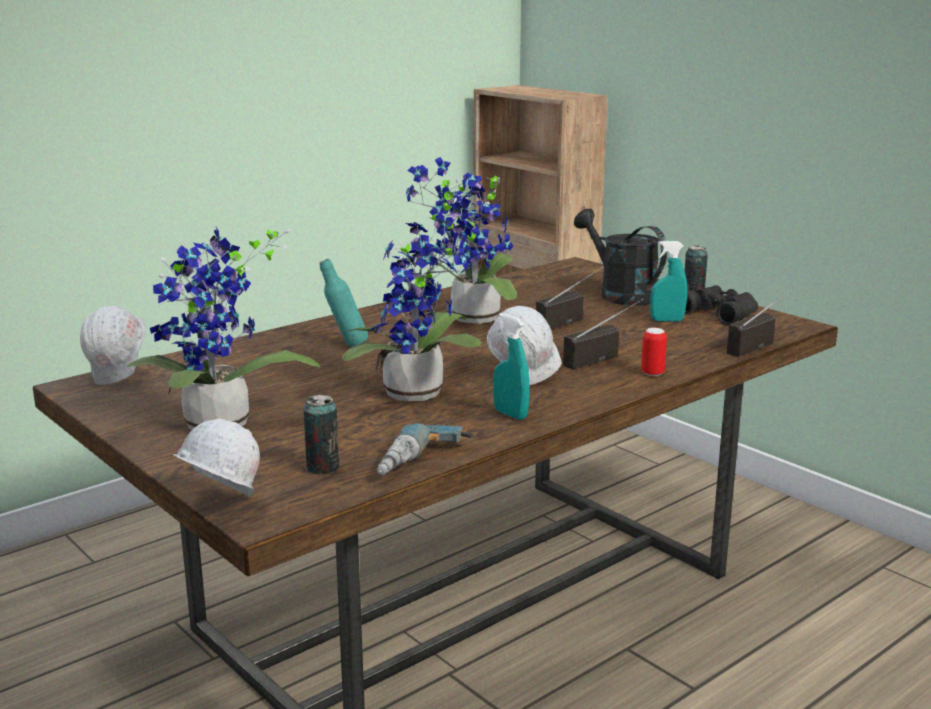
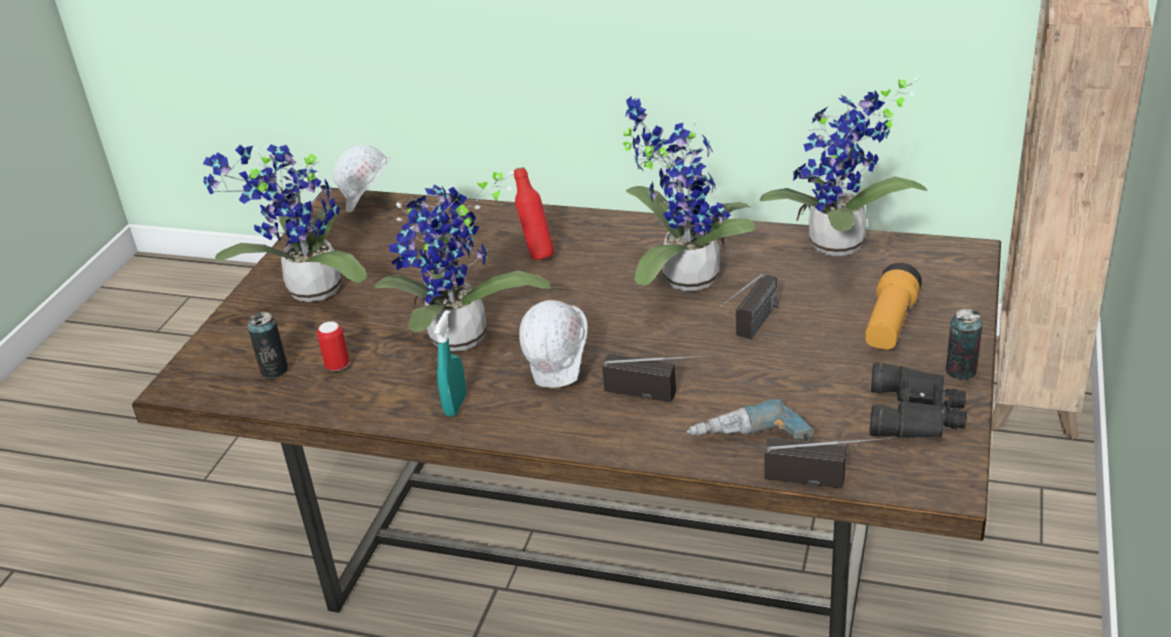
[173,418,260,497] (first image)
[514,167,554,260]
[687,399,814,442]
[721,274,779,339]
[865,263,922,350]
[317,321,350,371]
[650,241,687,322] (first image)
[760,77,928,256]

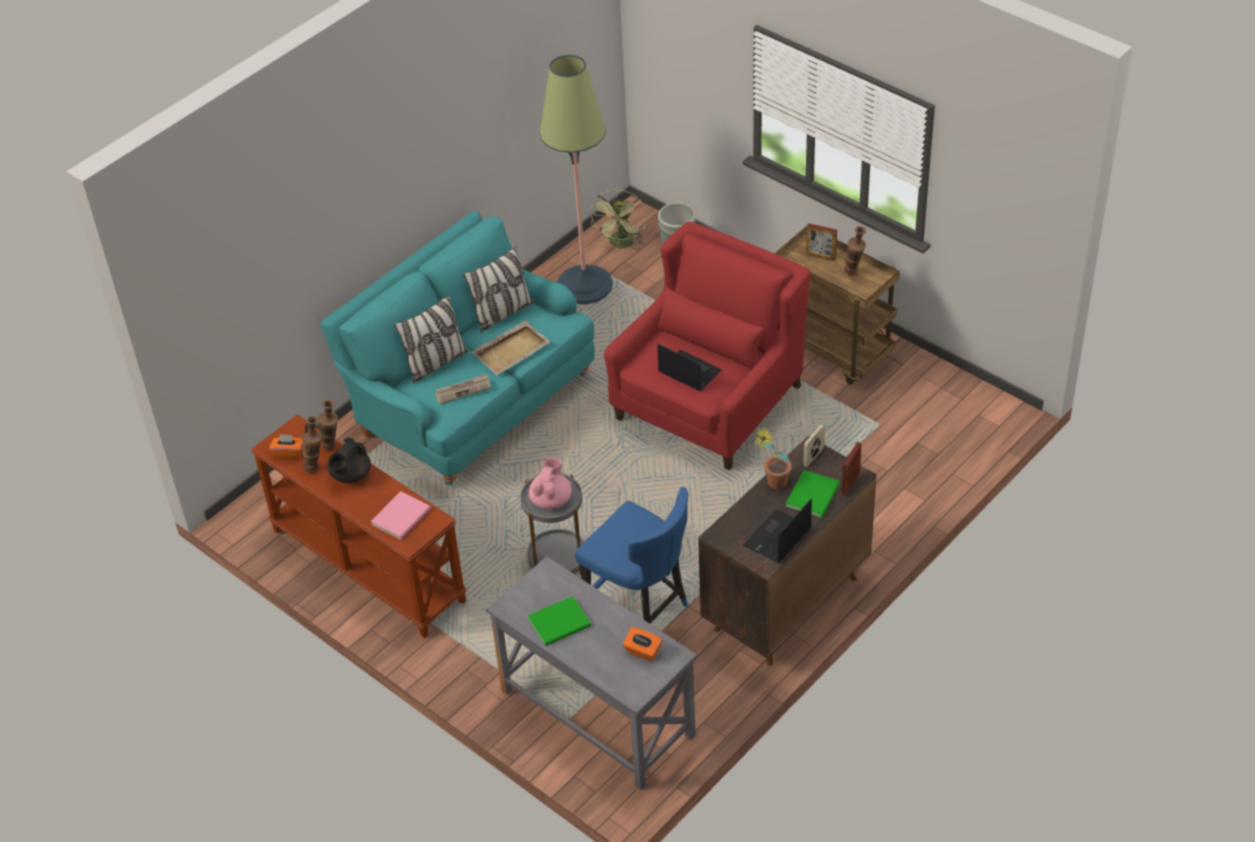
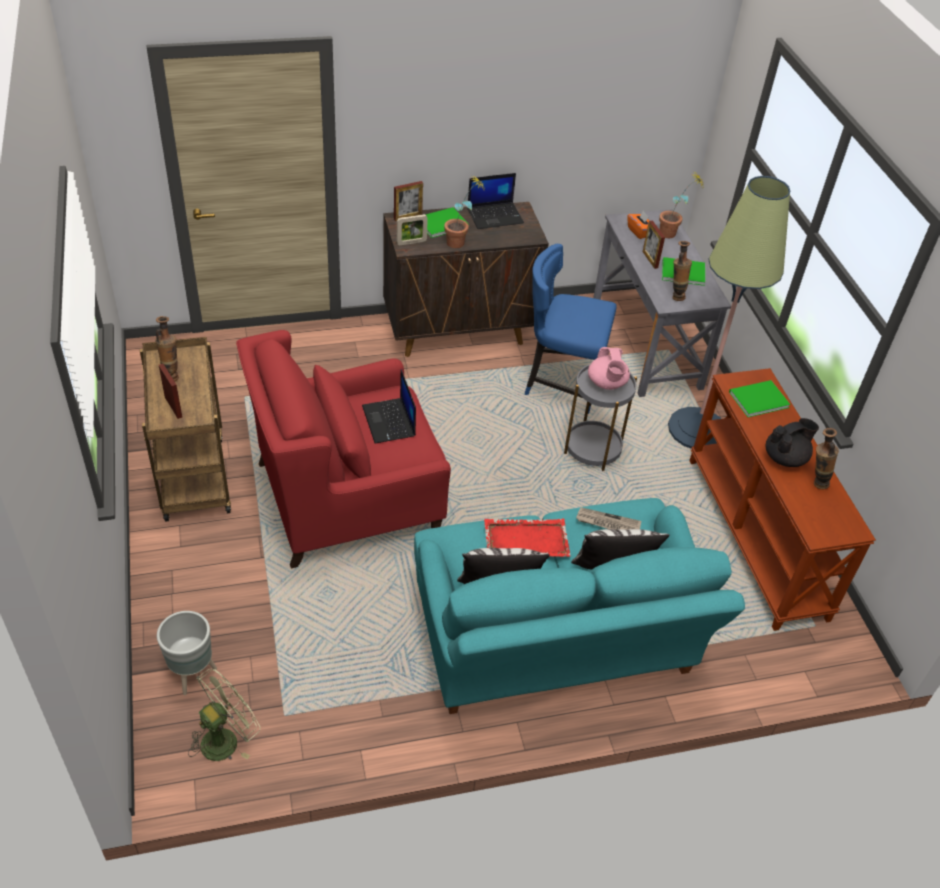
[269,434,303,460] (first image)
[672,241,692,301]
[729,380,790,417]
[484,518,571,557]
[588,347,630,390]
[668,176,790,449]
[525,244,617,414]
[643,221,665,269]
[659,174,704,238]

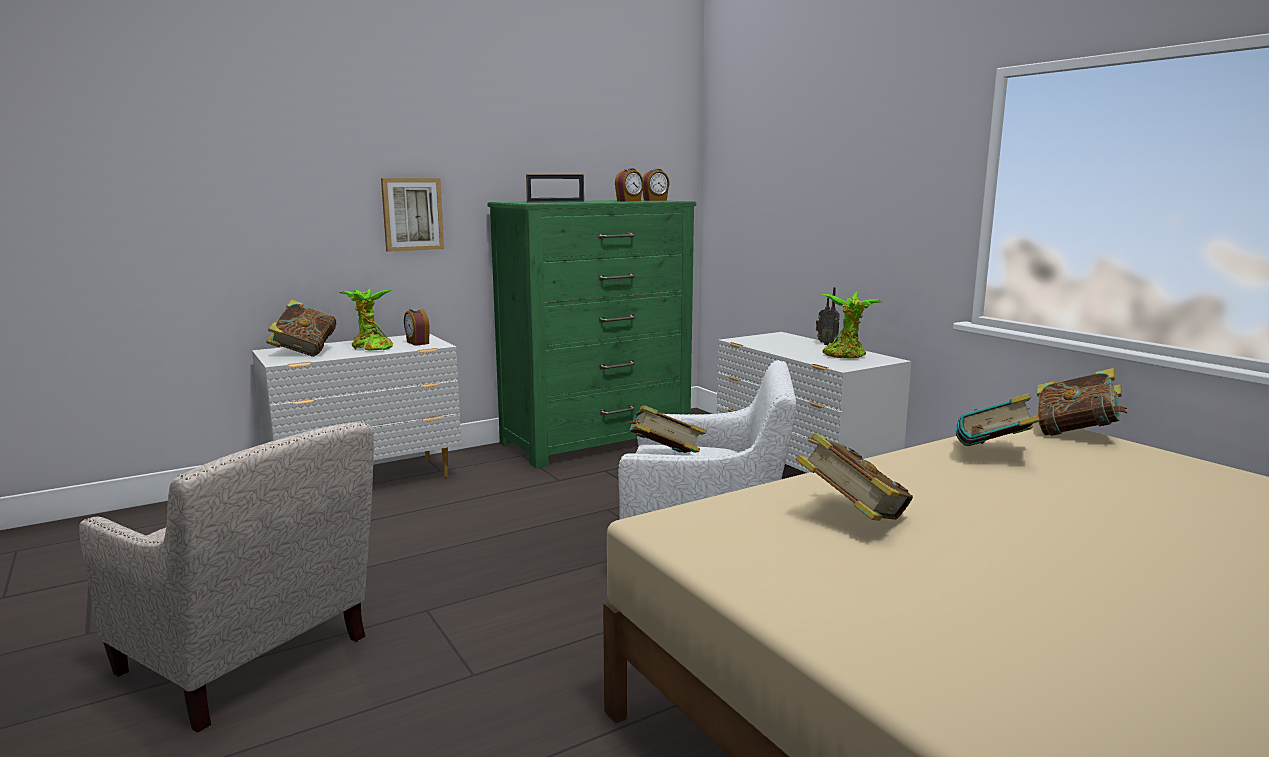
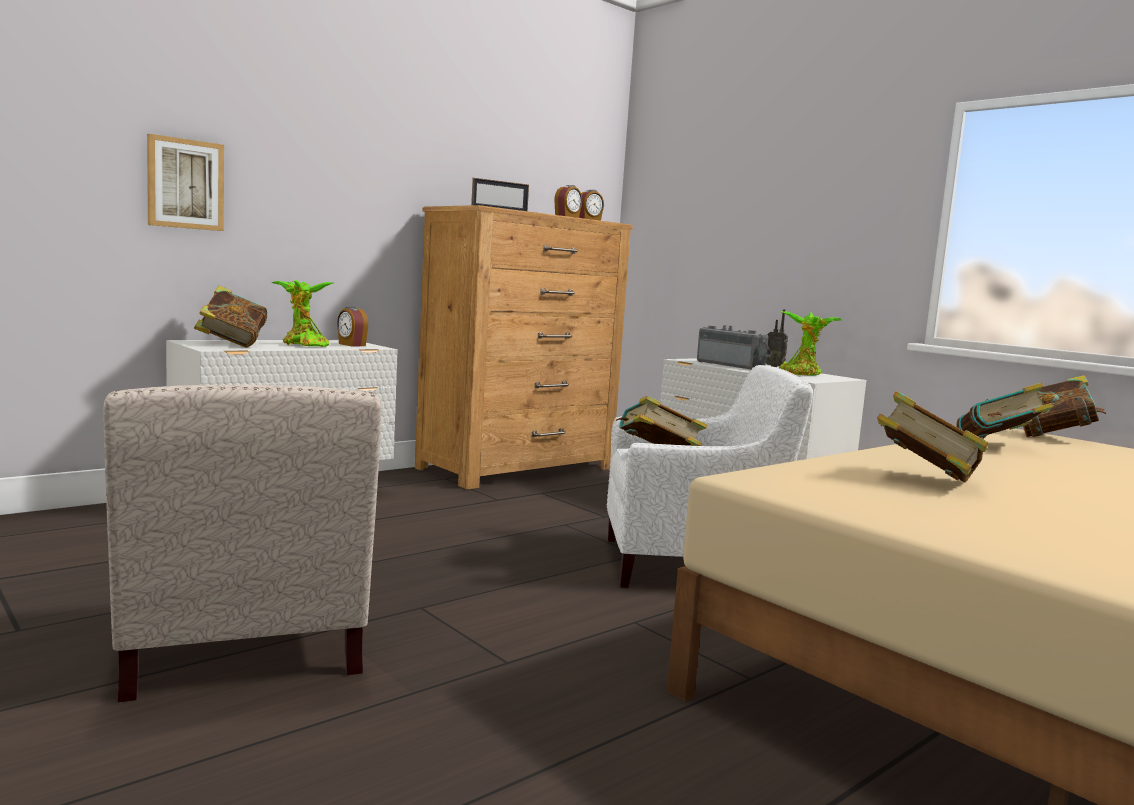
[103,385,382,702]
[147,134,224,231]
[415,205,633,490]
[697,325,772,370]

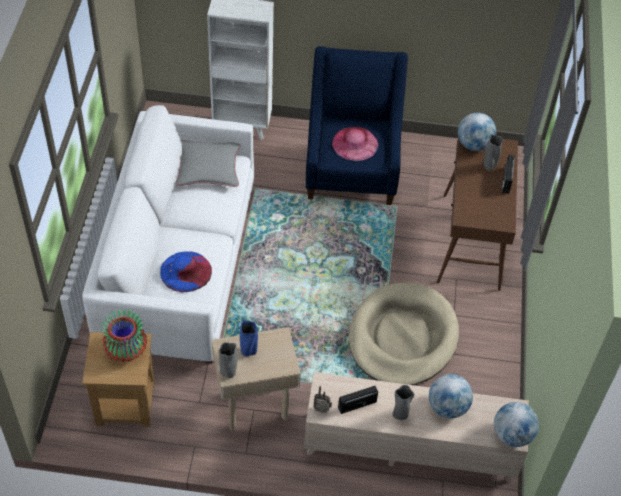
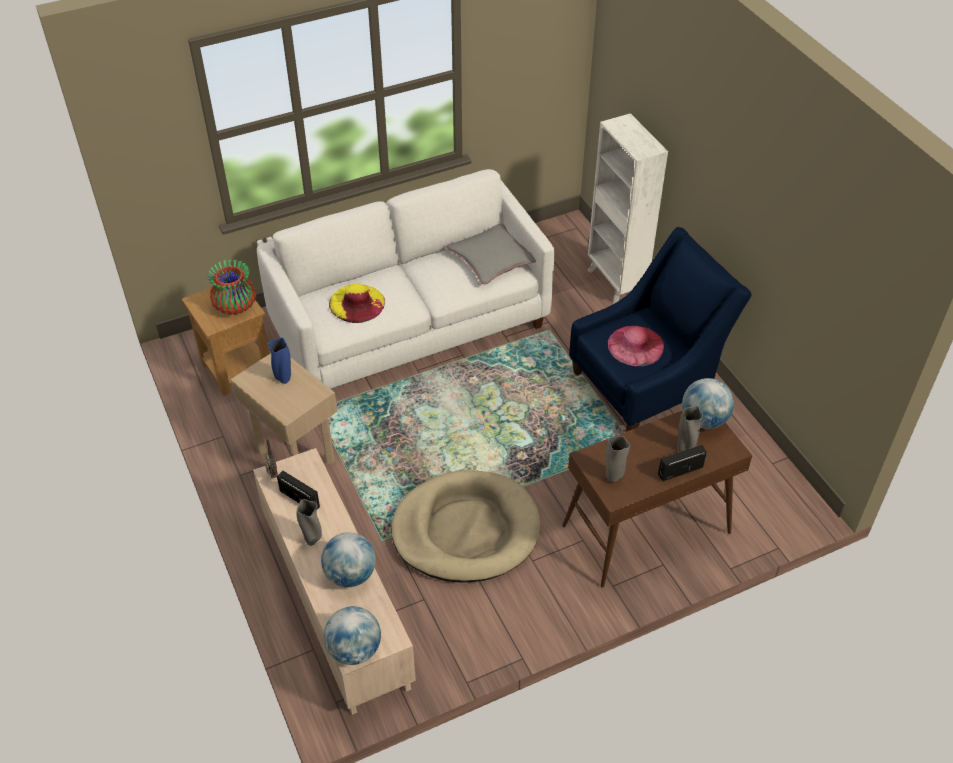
[329,284,385,323]
[606,436,630,482]

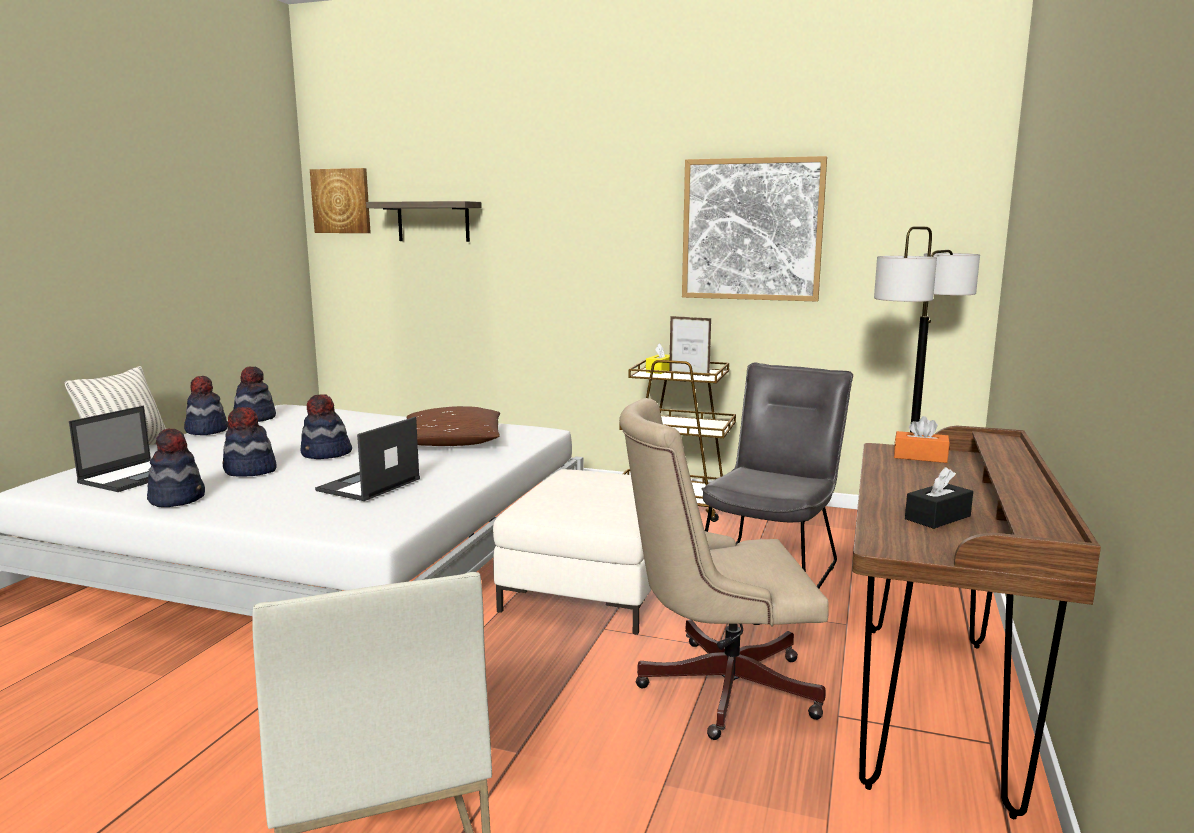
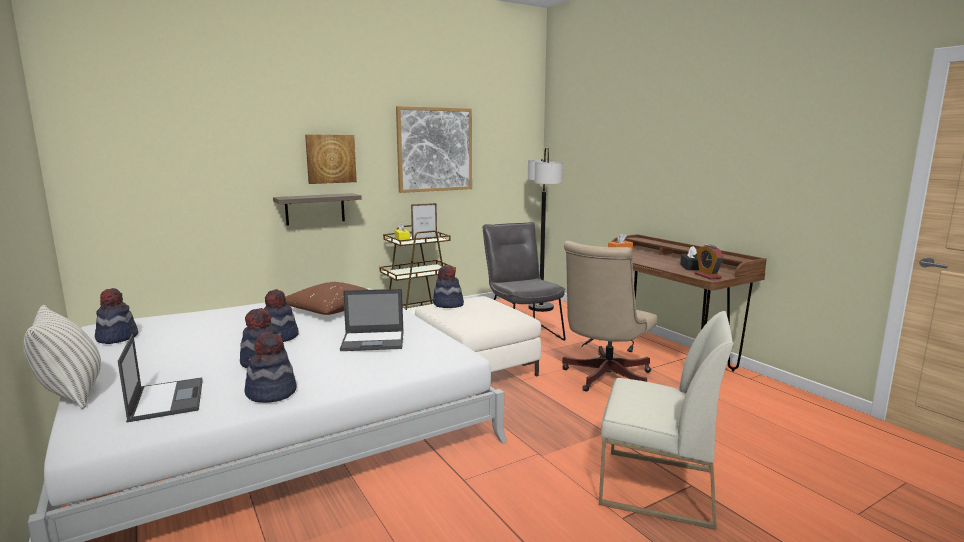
[433,266,464,308]
[305,135,357,184]
[340,289,404,351]
[273,193,362,225]
[694,245,724,279]

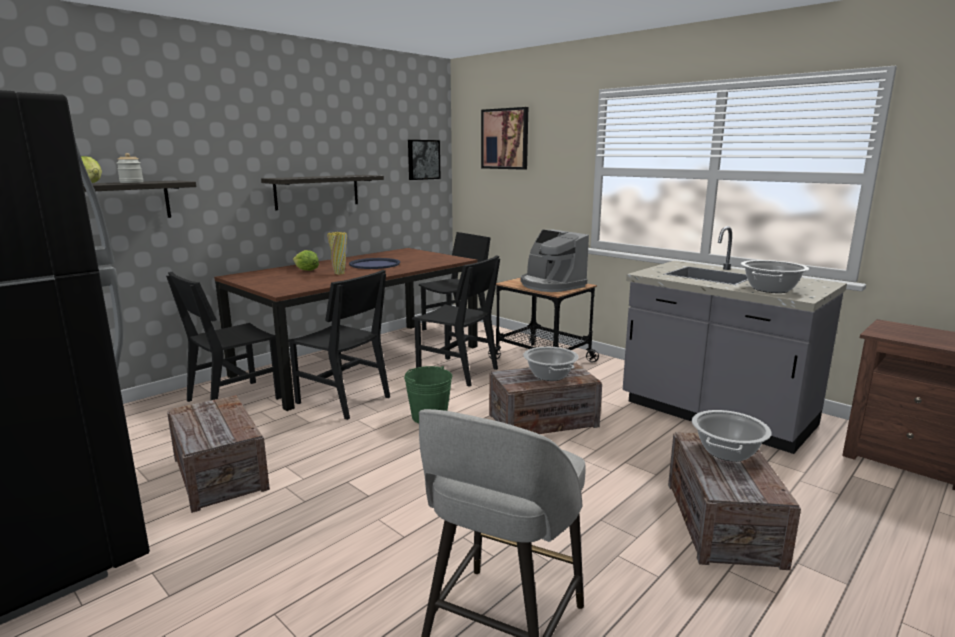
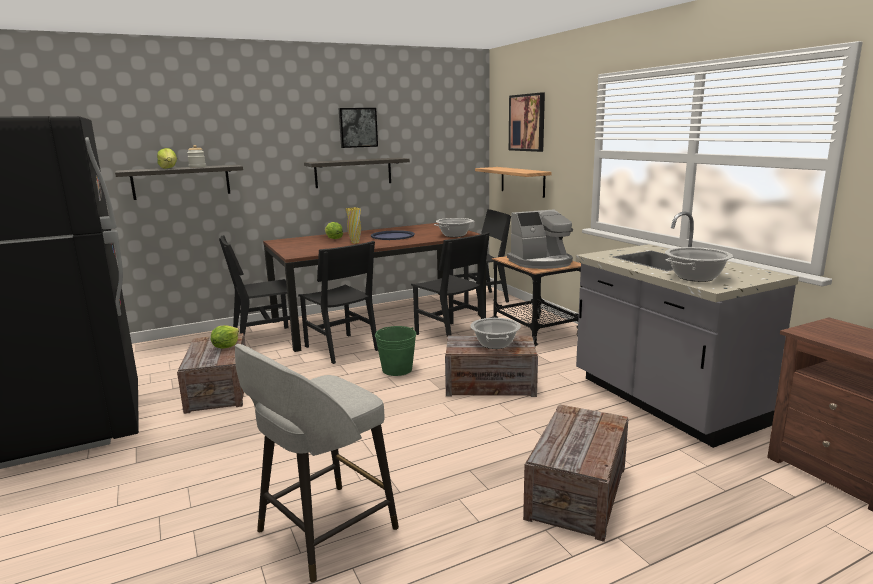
[338,108,378,148]
[507,209,573,269]
[434,218,475,237]
[211,325,239,349]
[475,167,552,198]

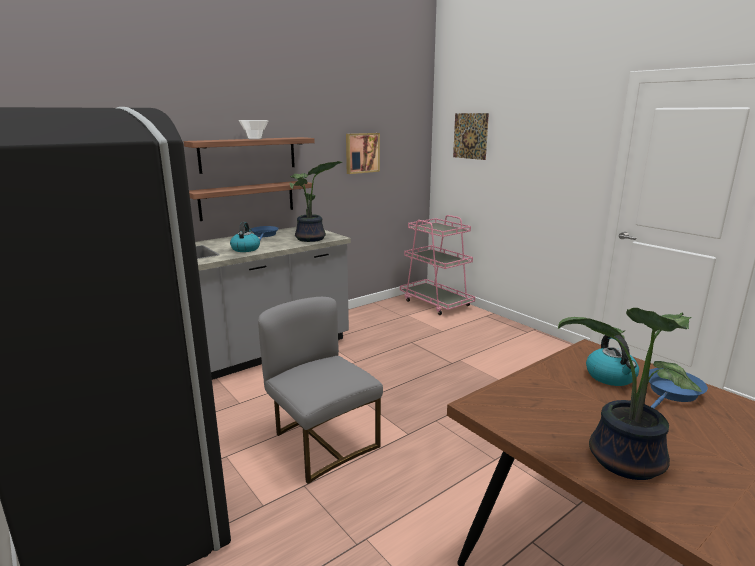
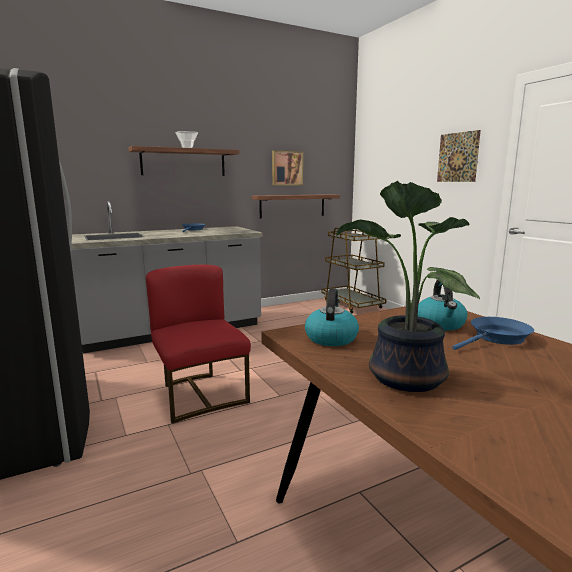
[252,194,340,218]
[305,289,359,346]
[146,265,251,423]
[289,161,342,242] (first image)
[321,228,387,313]
[437,130,481,182]

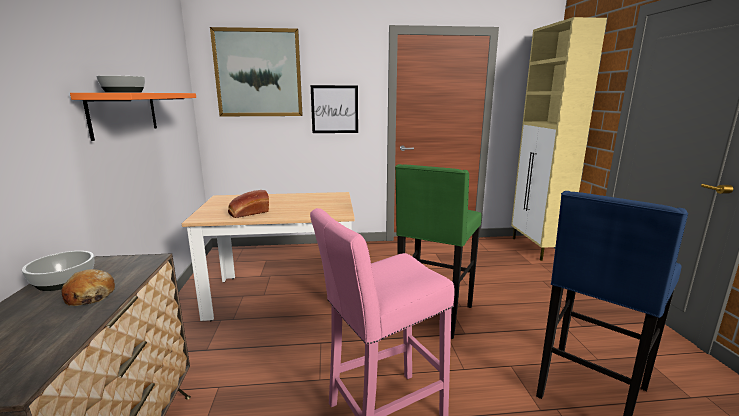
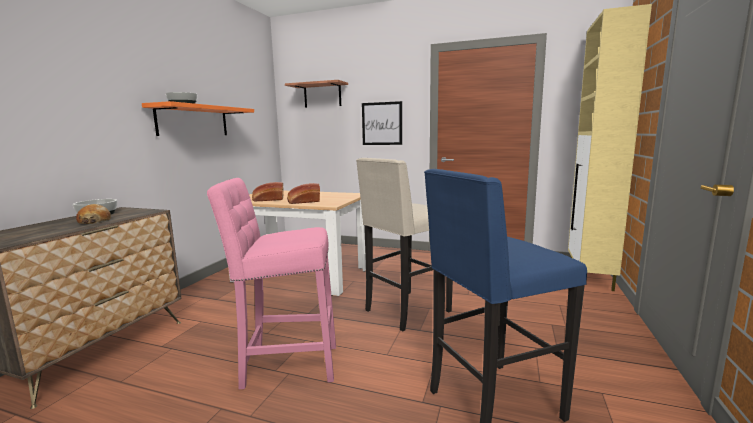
[285,80,348,108]
[356,158,453,331]
[287,183,320,204]

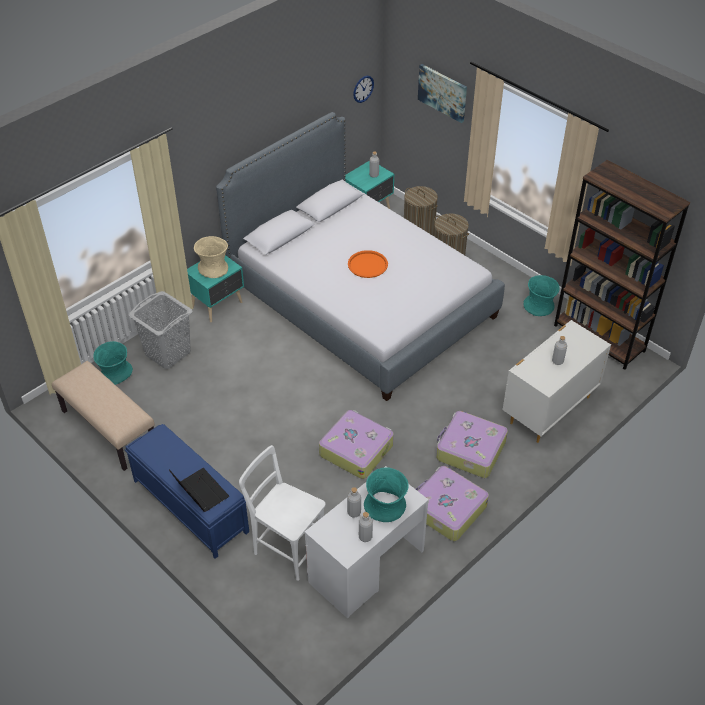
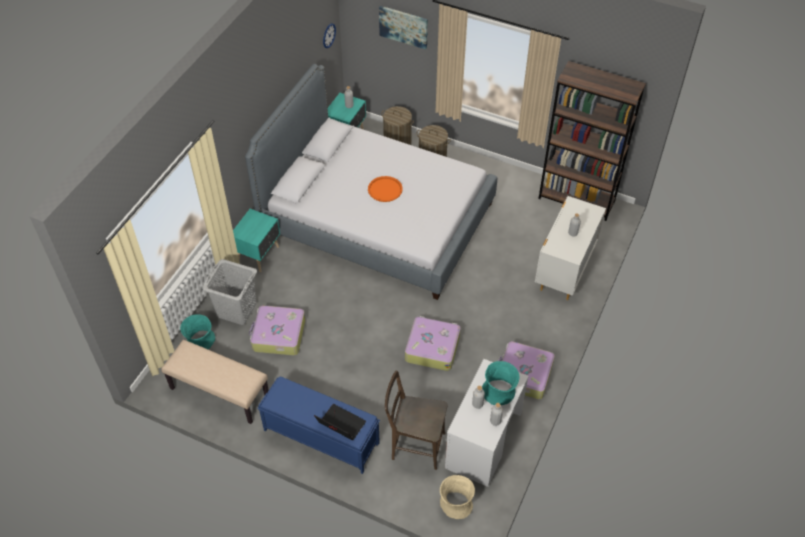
[440,475,475,519]
[385,371,448,470]
[249,305,305,356]
[524,275,560,316] (first image)

